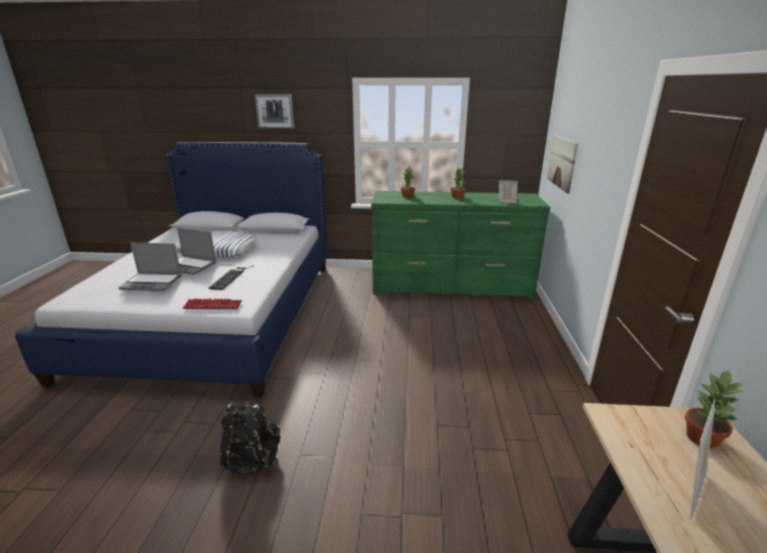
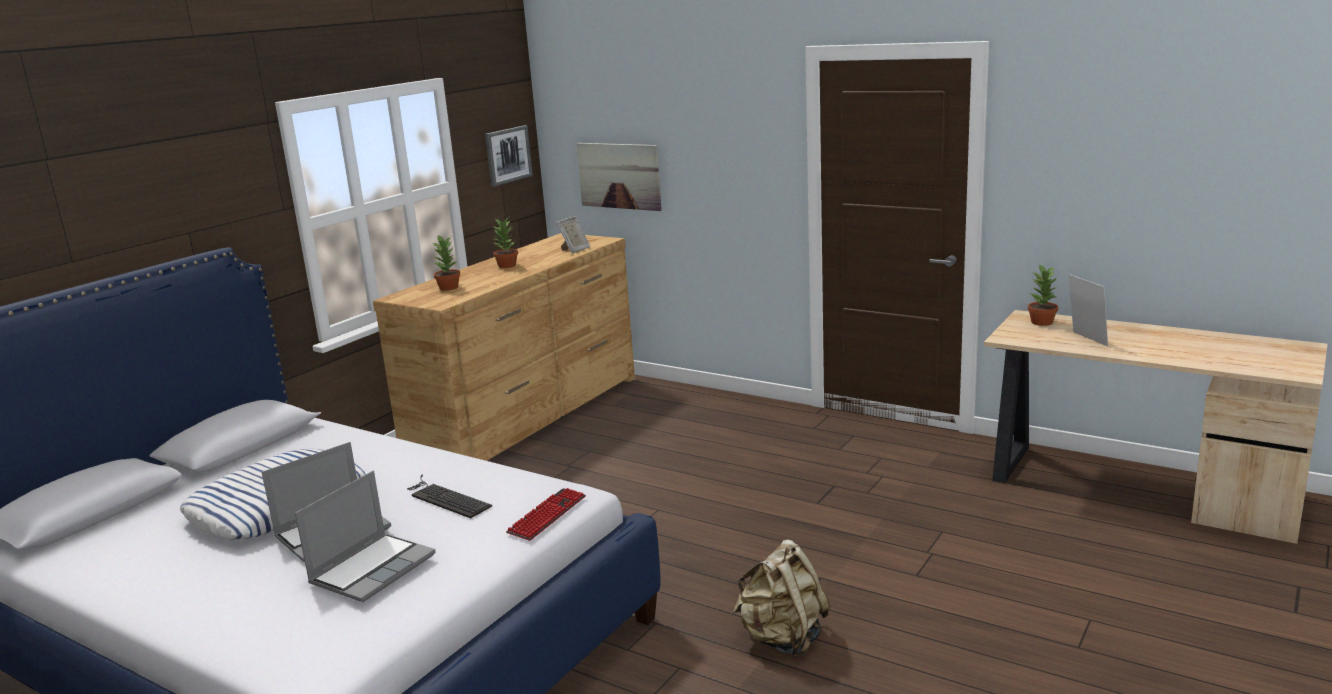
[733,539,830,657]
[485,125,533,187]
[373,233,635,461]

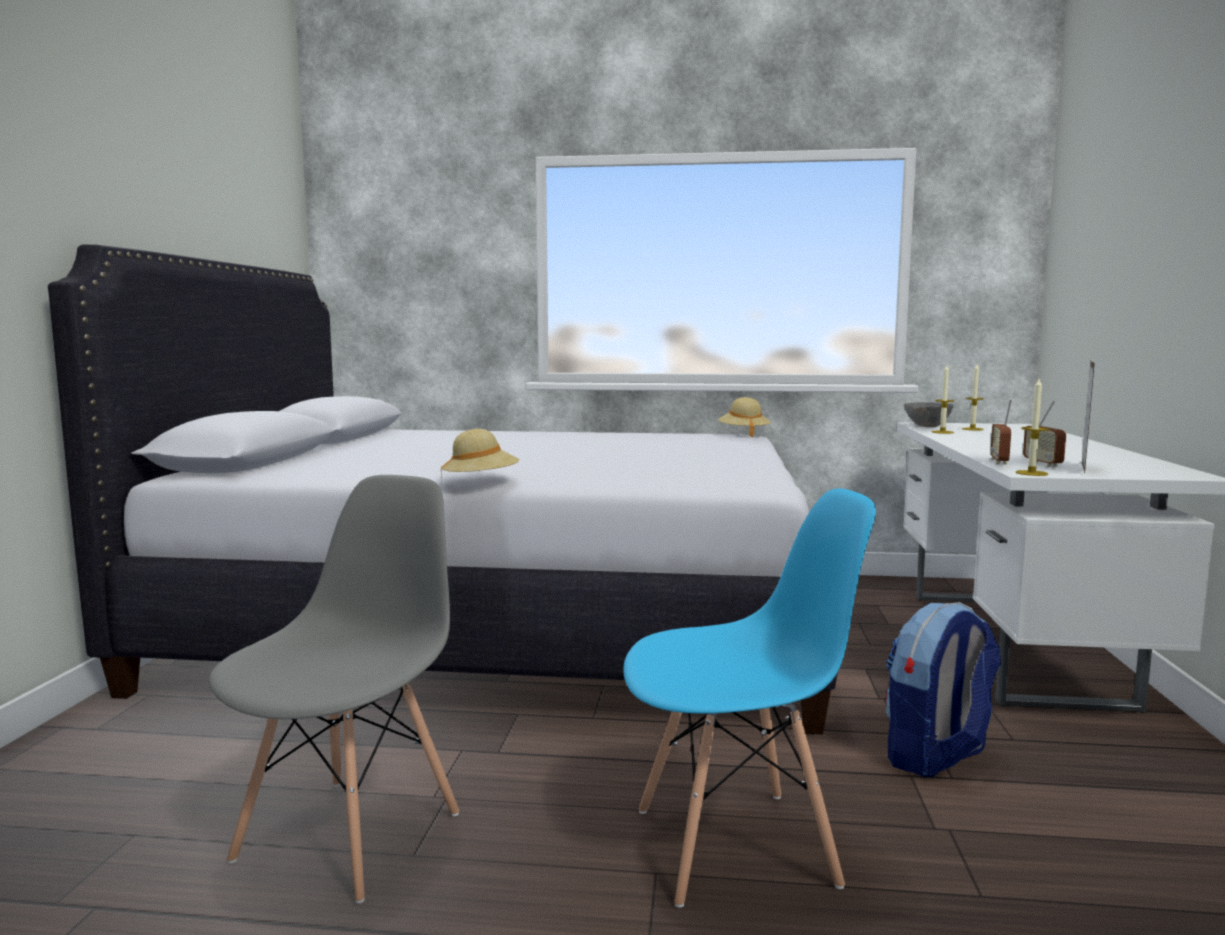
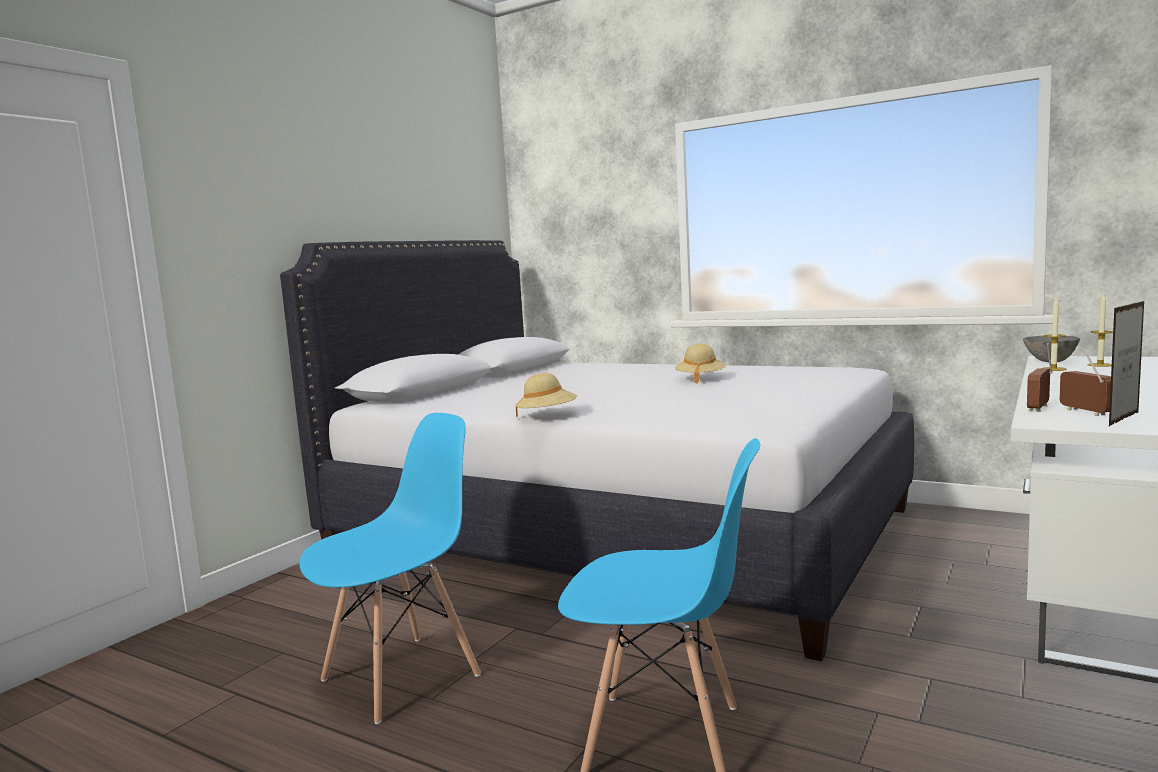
[299,413,481,724]
[675,344,726,384]
[886,602,1001,777] (first image)
[1015,379,1049,476] (first image)
[1059,345,1111,416]

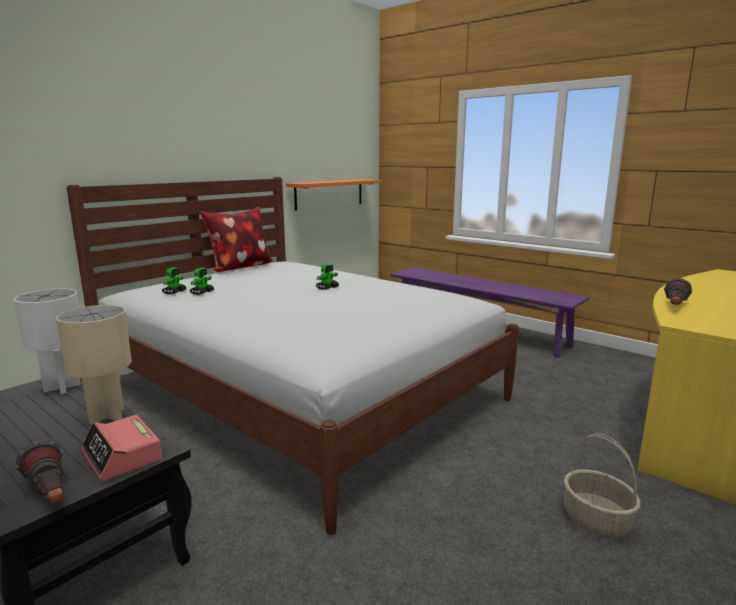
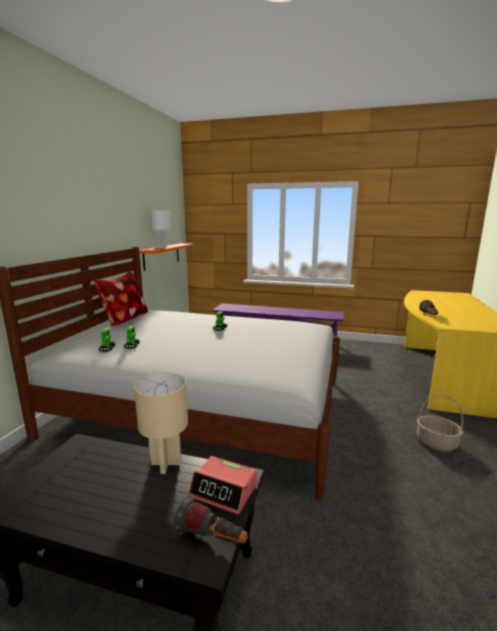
[149,211,170,248]

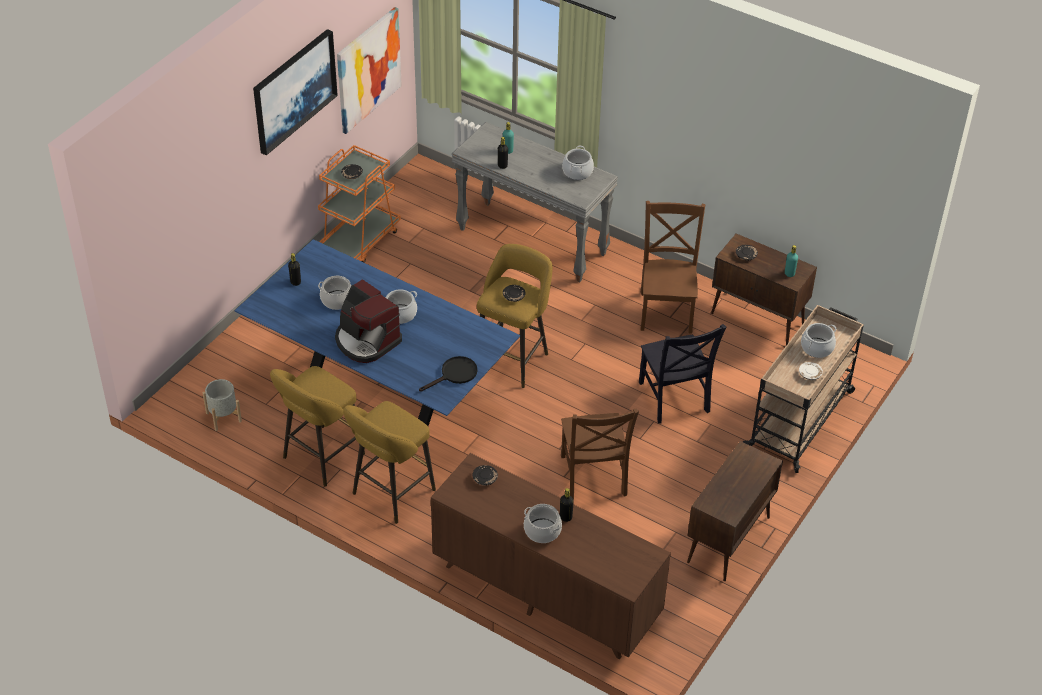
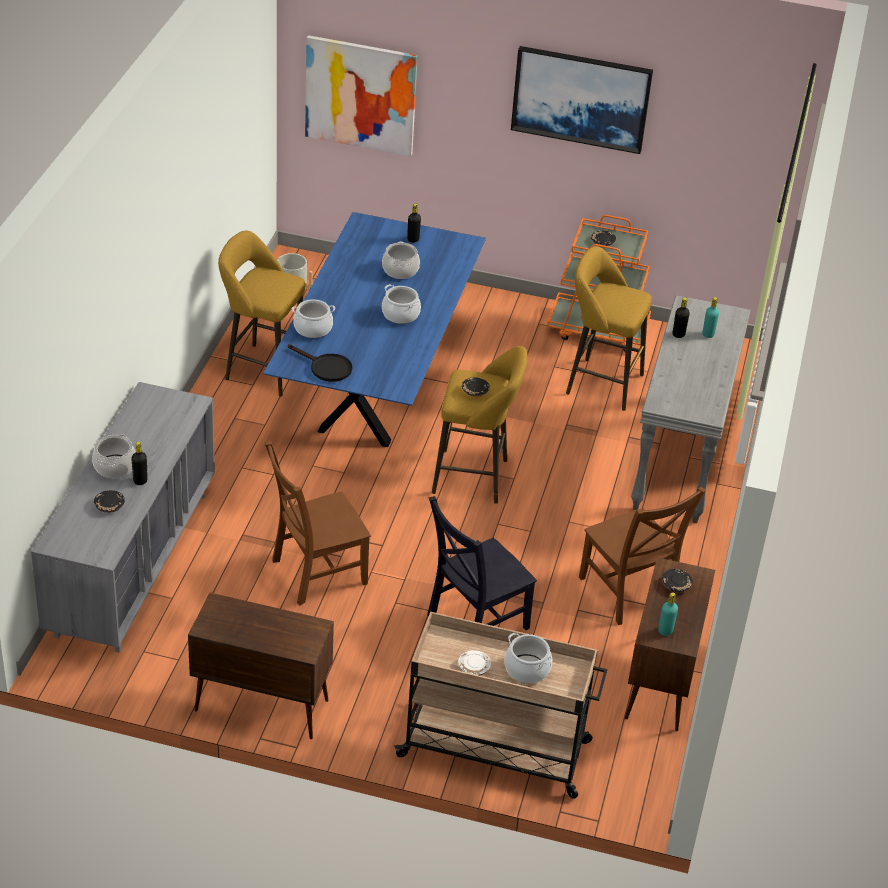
[335,279,402,363] (first image)
[305,35,418,157]
[566,246,652,411]
[31,382,215,653]
[94,490,125,513]
[292,299,335,338]
[579,487,706,625]

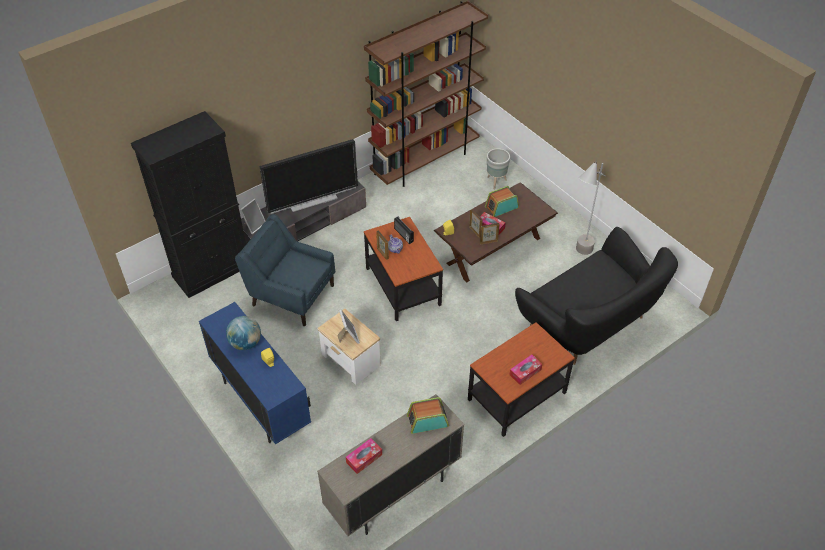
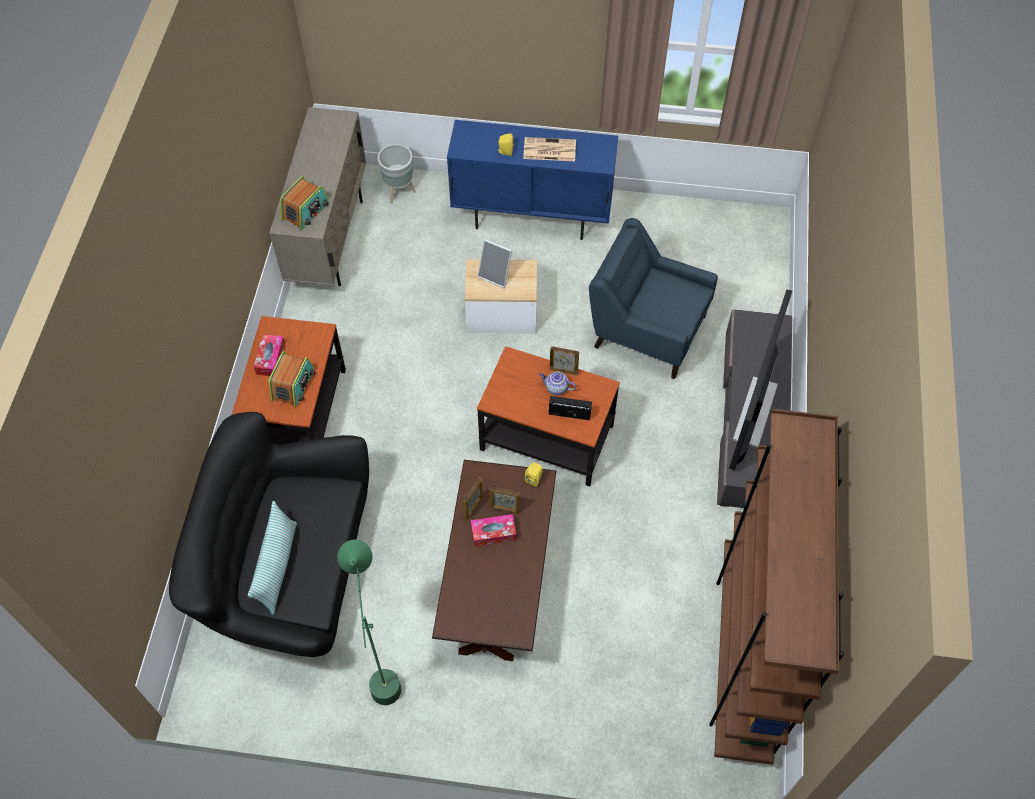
[131,111,246,298] (first image)
[523,137,576,161]
[589,218,718,379]
[240,198,265,234] (first image)
[346,438,382,474] (first image)
[269,351,315,408]
[377,144,416,203]
[337,540,401,705]
[248,501,297,615]

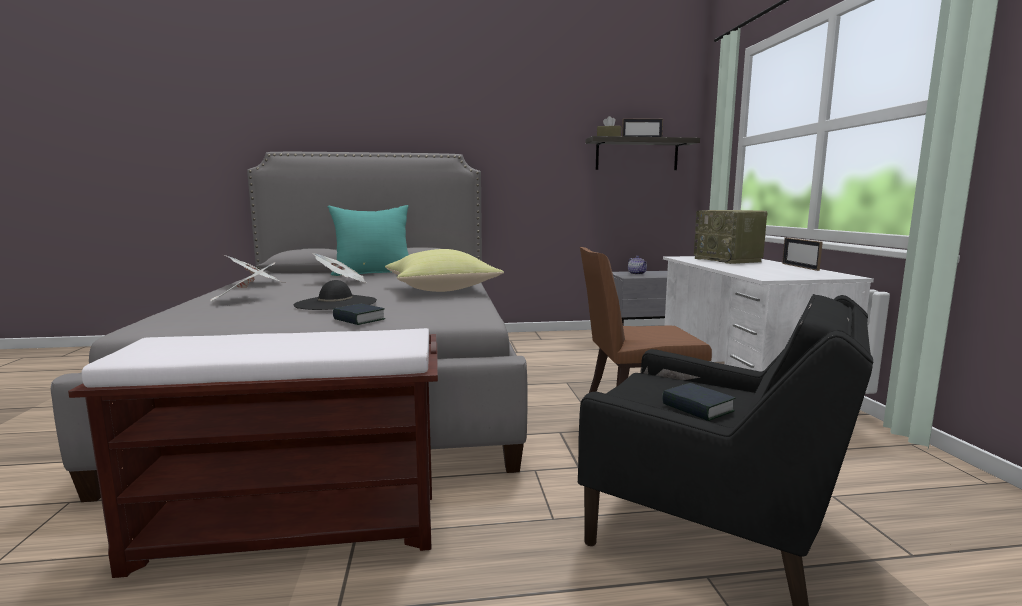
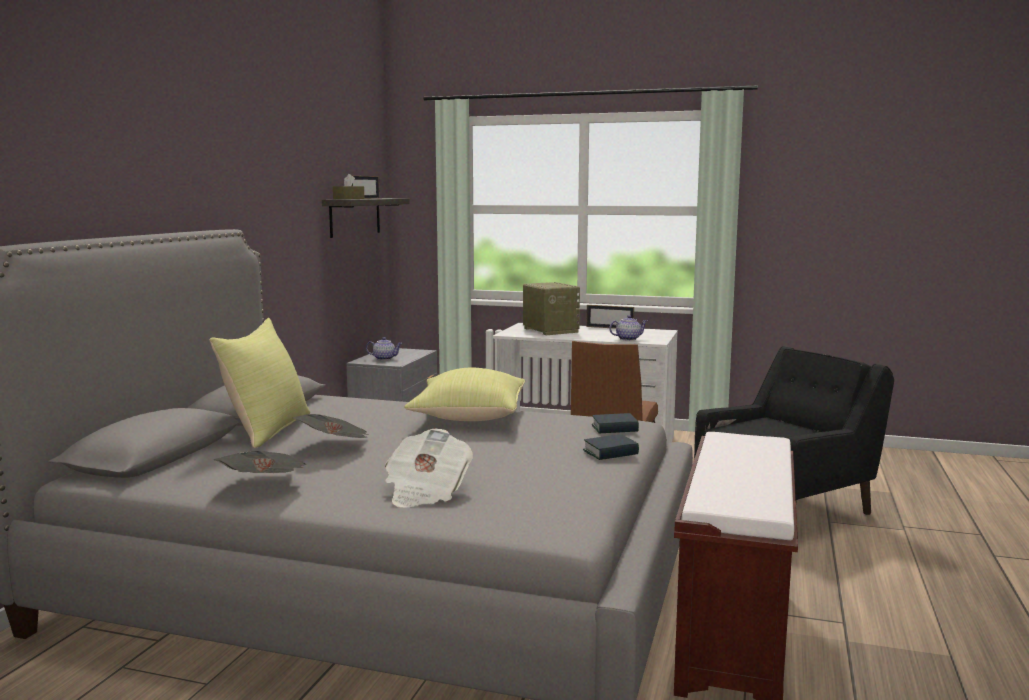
[294,280,377,310] (first image)
[210,318,310,448]
[591,413,639,433]
[523,282,580,335]
[609,315,647,341]

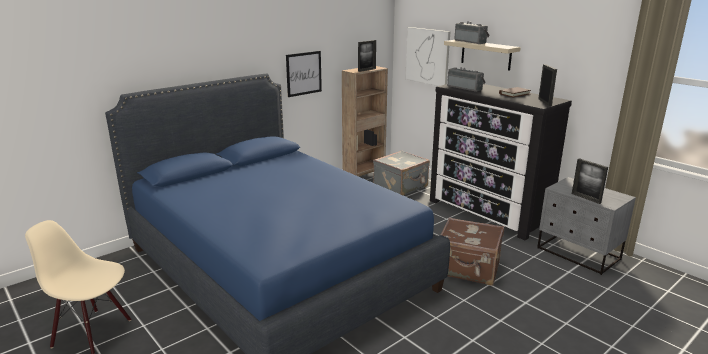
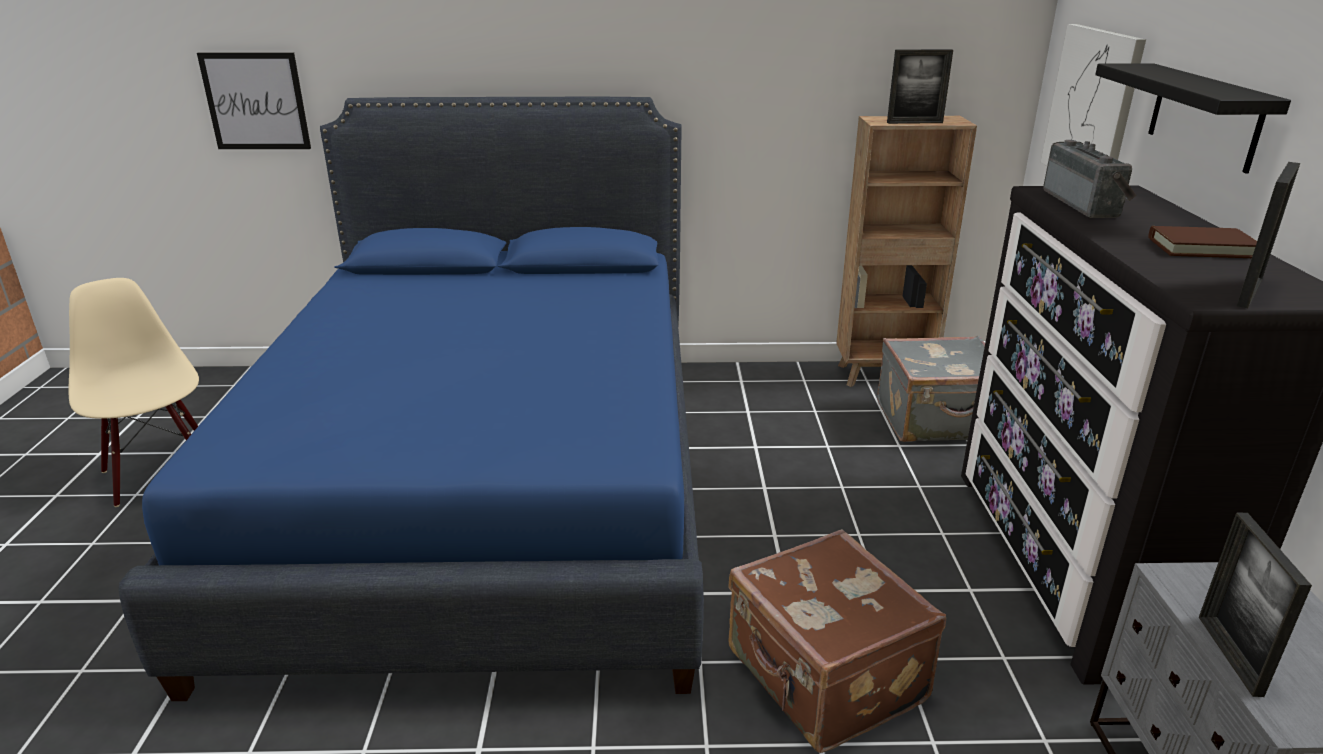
[197,53,311,149]
[1095,63,1291,173]
[454,21,490,44] (first image)

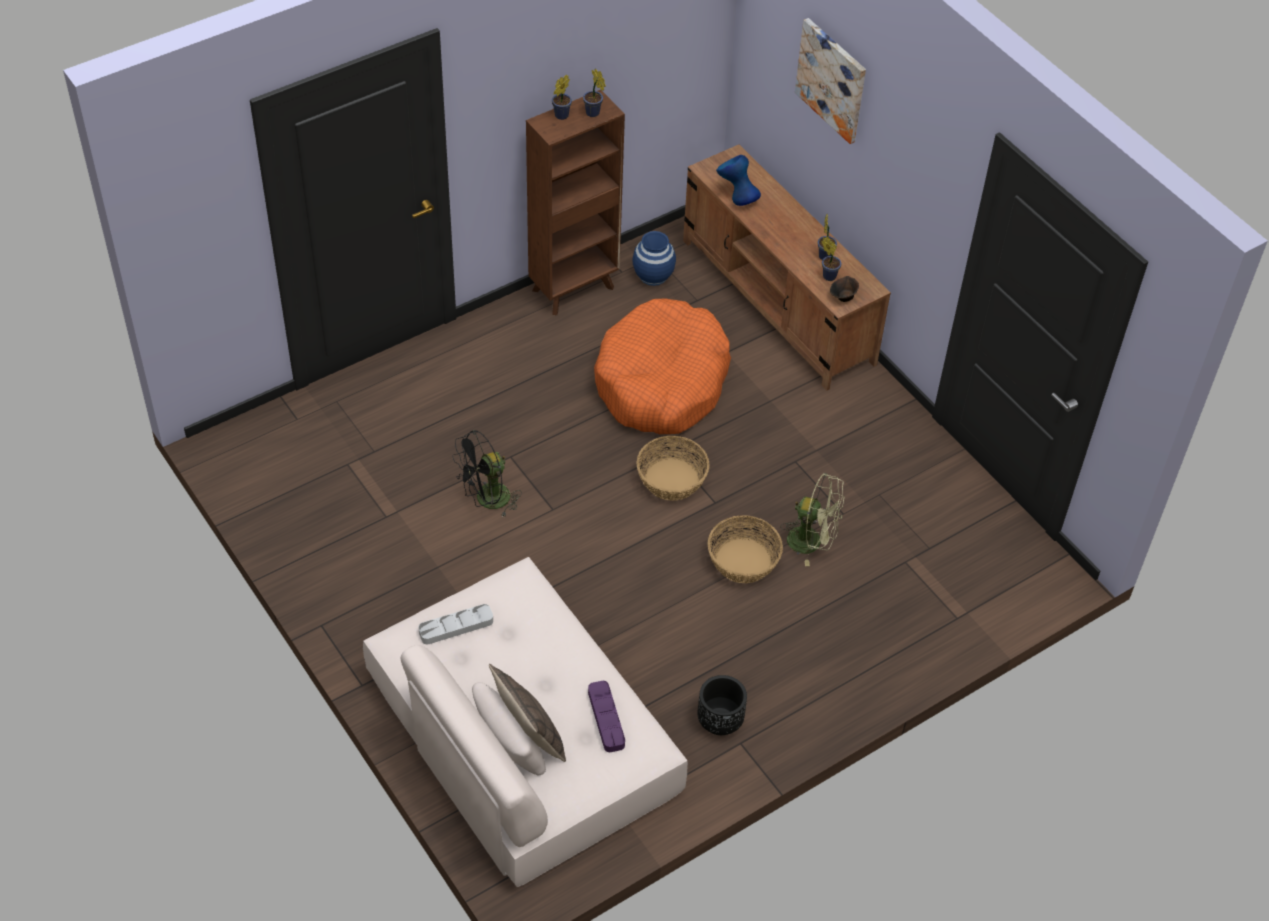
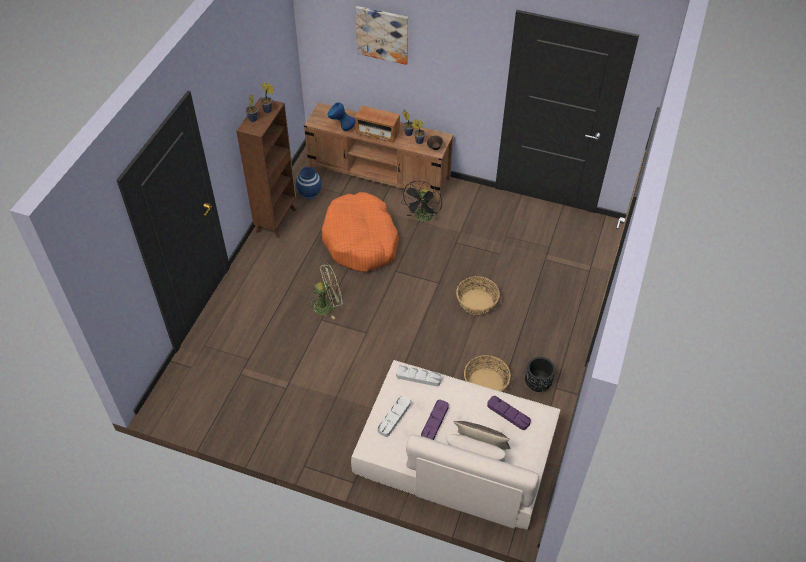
[403,181,442,221]
[464,355,511,392]
[306,264,342,320]
[355,106,400,143]
[396,365,442,386]
[421,400,449,440]

